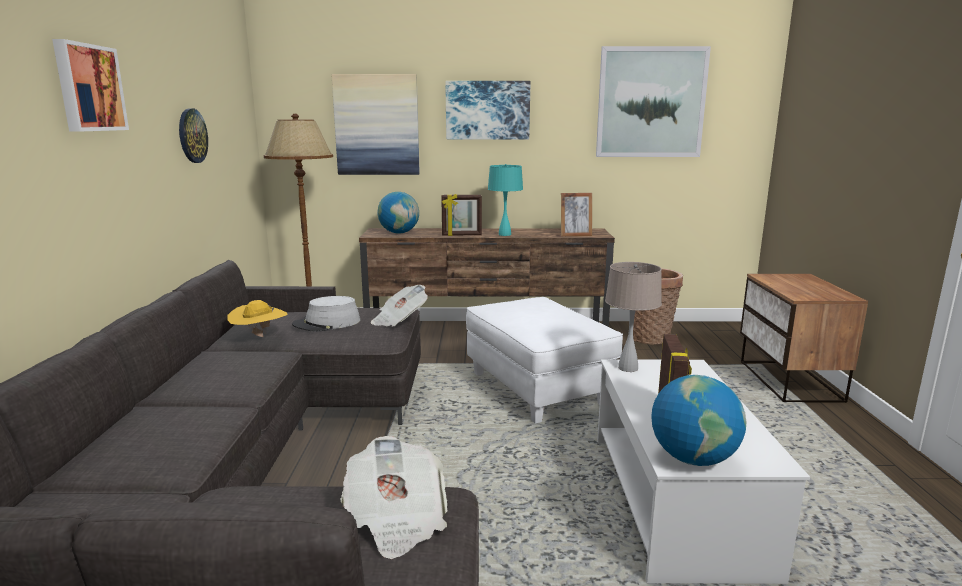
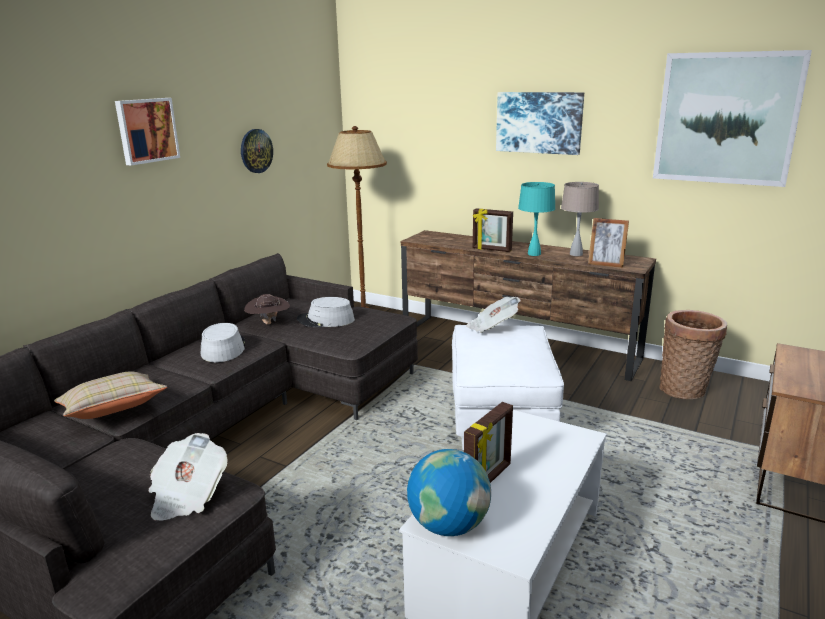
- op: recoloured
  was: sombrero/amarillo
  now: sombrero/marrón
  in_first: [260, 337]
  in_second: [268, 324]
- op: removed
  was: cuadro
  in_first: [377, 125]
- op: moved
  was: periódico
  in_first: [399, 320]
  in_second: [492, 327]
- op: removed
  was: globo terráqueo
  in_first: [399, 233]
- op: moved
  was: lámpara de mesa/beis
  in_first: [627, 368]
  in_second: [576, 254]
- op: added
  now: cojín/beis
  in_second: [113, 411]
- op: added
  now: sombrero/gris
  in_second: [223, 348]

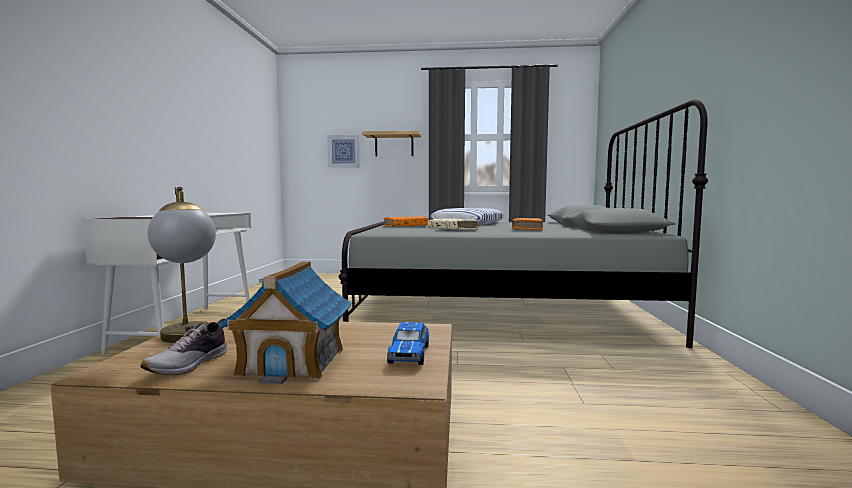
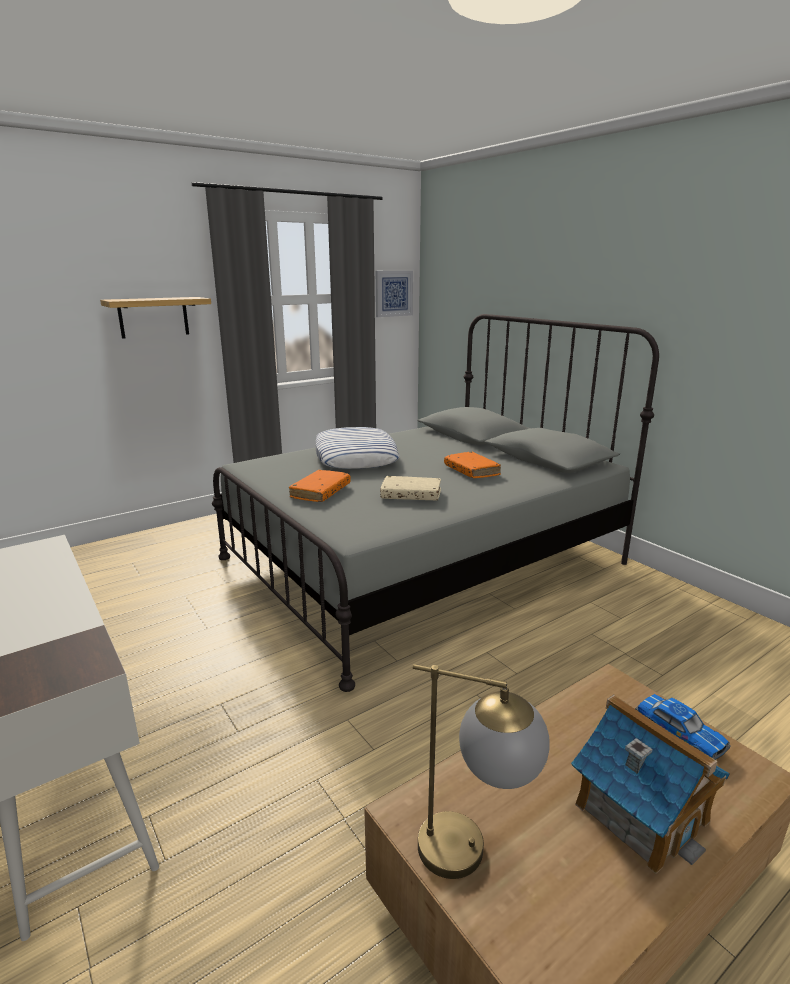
- op: removed
  was: zapato
  in_first: [190, 364]
- op: moved
  was: cuadro
  in_first: [343, 151]
  in_second: [393, 293]

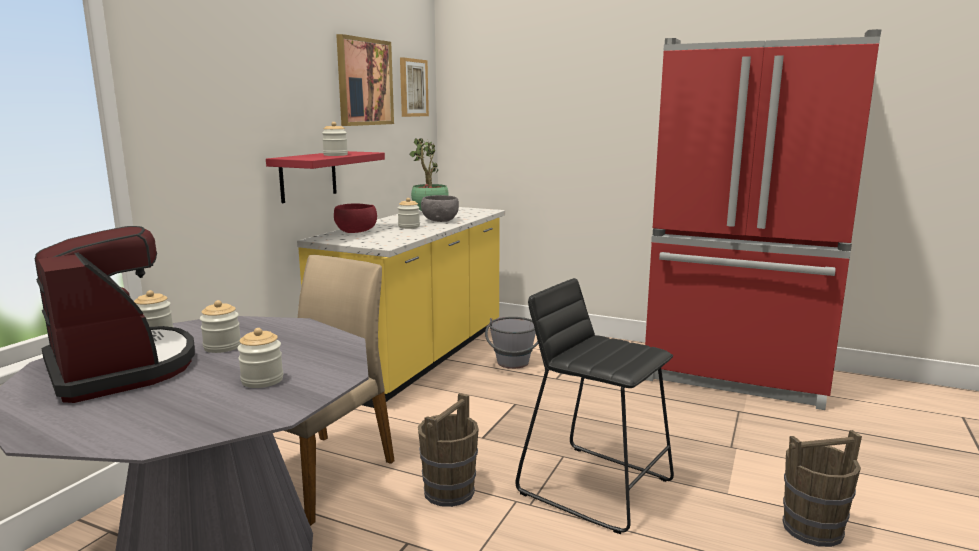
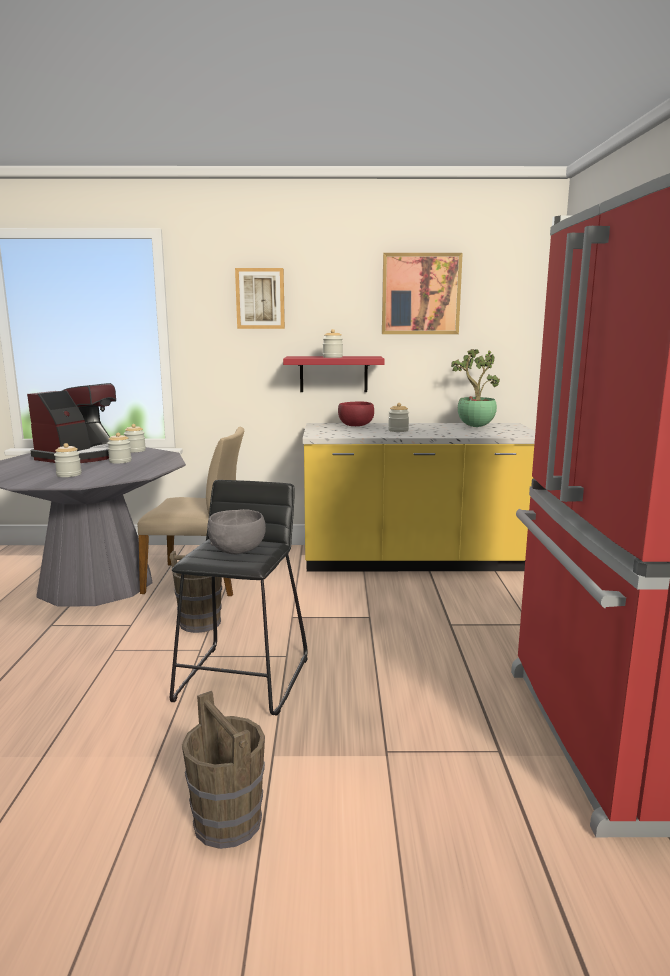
- op: moved
  was: cuadro
  in_first: [413, 88]
  in_second: [260, 298]
- op: moved
  was: cuenco/gris
  in_first: [440, 221]
  in_second: [238, 550]
- op: removed
  was: cubo/gris
  in_first: [513, 365]

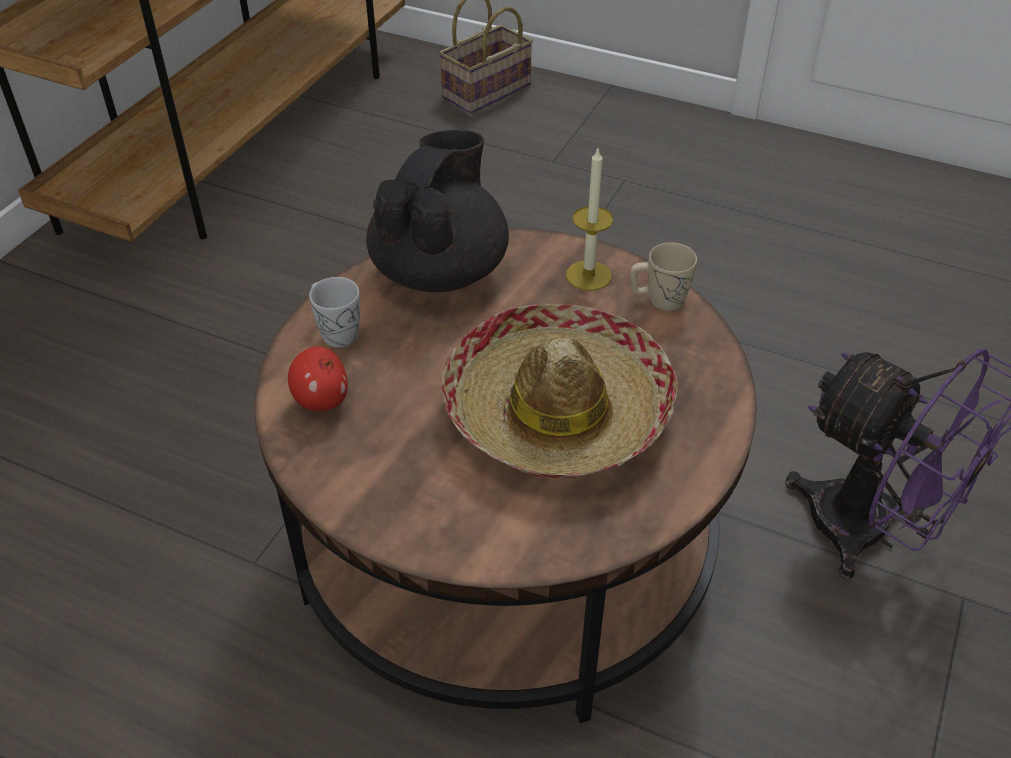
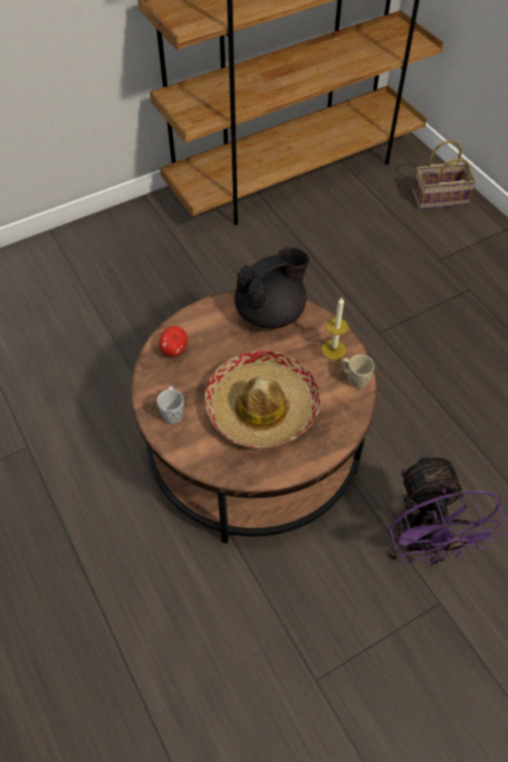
- op: moved
  was: taza grande/blanco
  in_first: [335, 331]
  in_second: [172, 412]

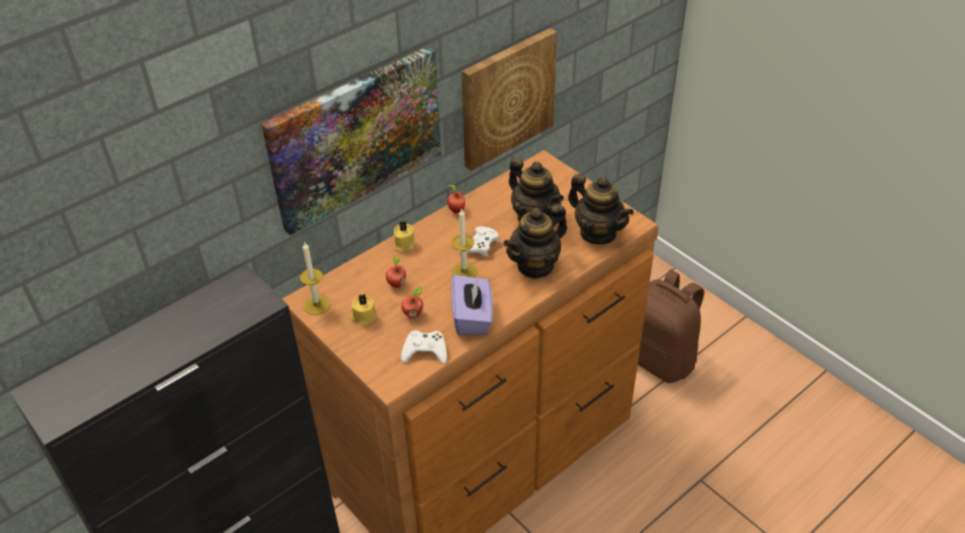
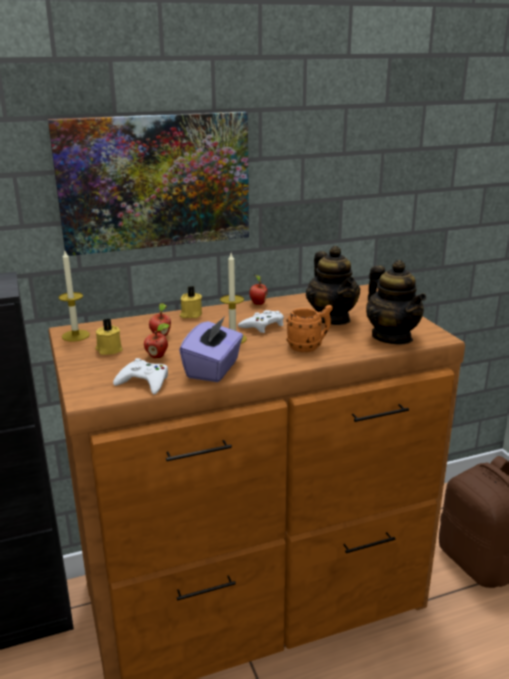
- op: removed
  was: cuadro
  in_first: [506, 97]
- op: replaced
  was: tetera
  now: taza grande/naranja
  in_first: [535, 265]
  in_second: [309, 347]

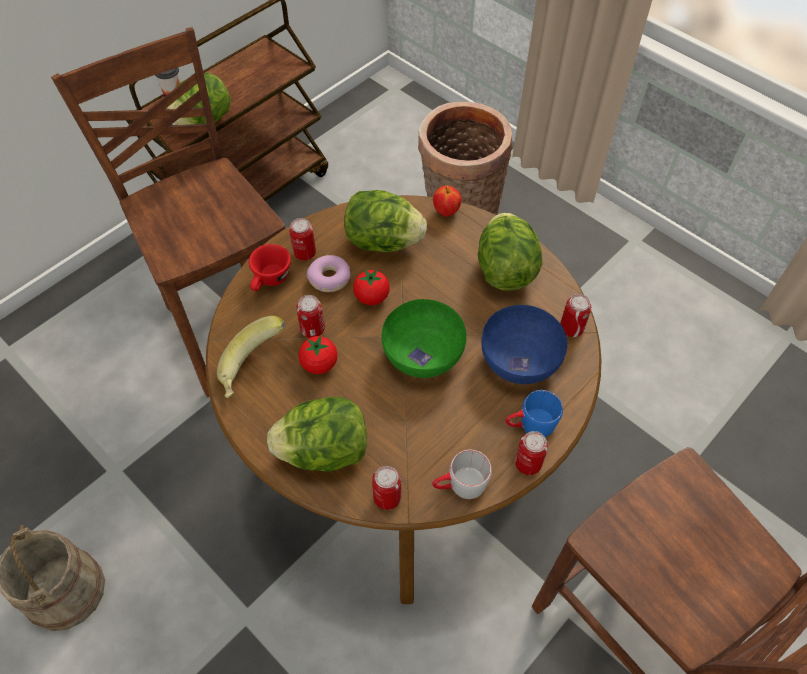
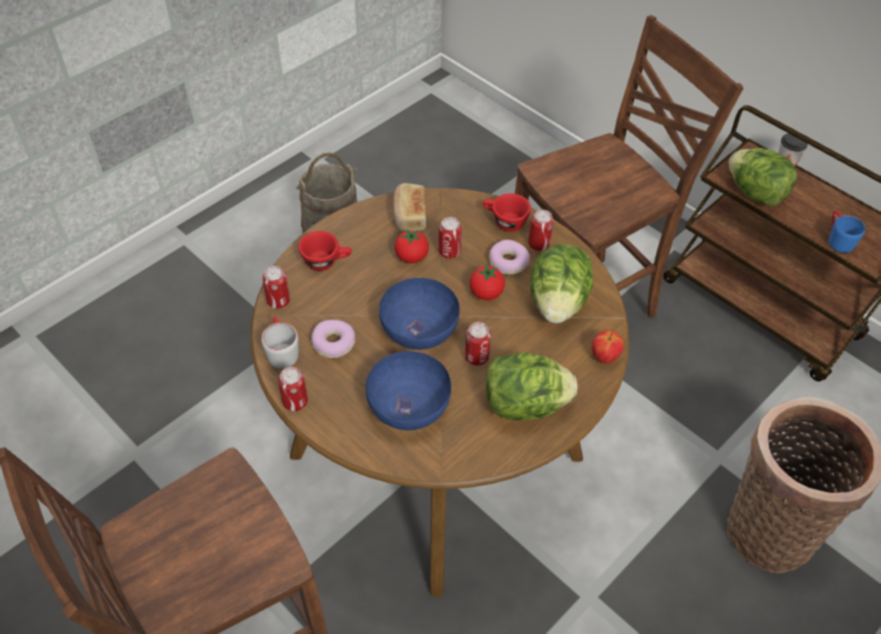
- op: replaced
  was: plátano
  now: pan
  in_first: [254, 369]
  in_second: [409, 216]
- op: replaced
  was: lechuga
  now: taza/rojo
  in_first: [324, 451]
  in_second: [326, 261]
- op: recoloured
  was: cuenco/verde
  now: cuenco/azul
  in_first: [424, 354]
  in_second: [418, 331]
- op: moved
  was: taza grande/azul
  in_first: [530, 425]
  in_second: [837, 239]
- op: moved
  was: lata
  in_first: [571, 328]
  in_second: [476, 357]
- op: added
  now: rosquilla
  in_second: [333, 344]

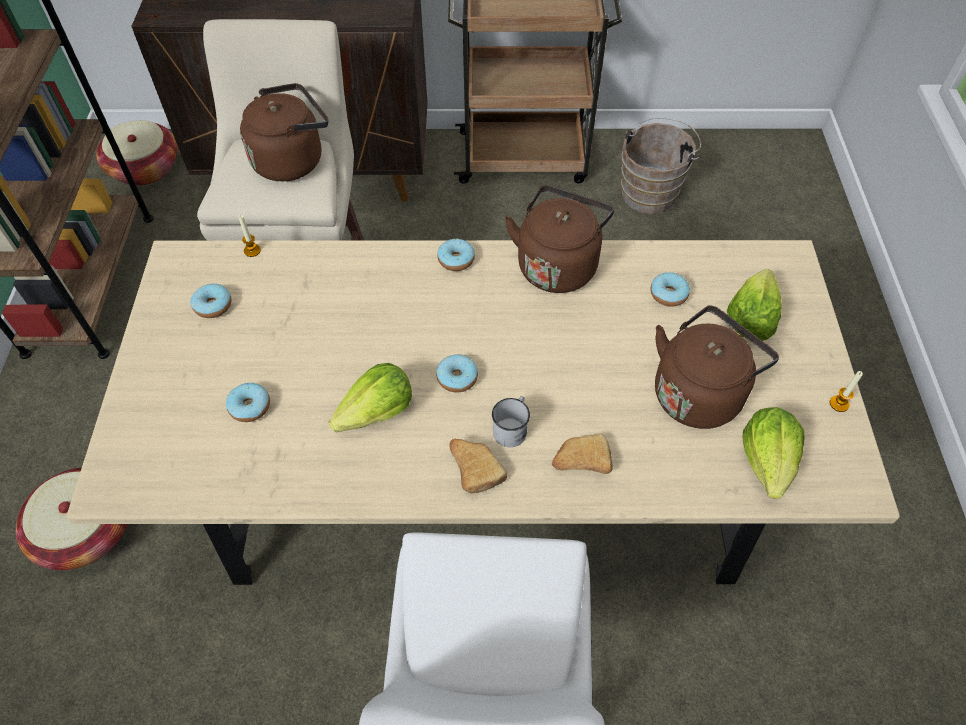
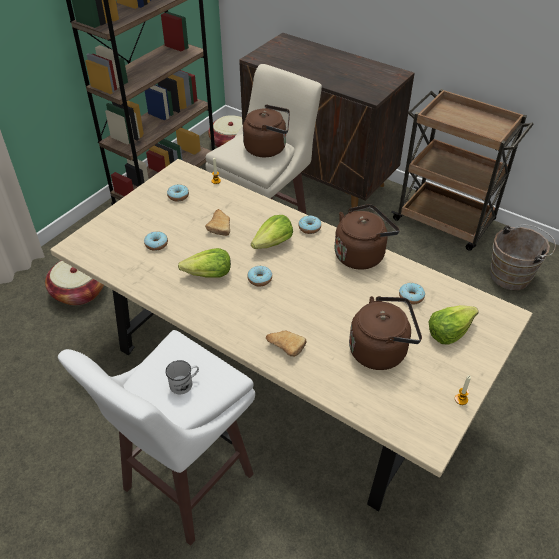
- op: moved
  was: pan
  in_first: [474, 468]
  in_second: [220, 226]
- op: moved
  was: taza grande/blanco
  in_first: [512, 428]
  in_second: [184, 383]
- op: moved
  was: lechuga
  in_first: [768, 461]
  in_second: [273, 243]

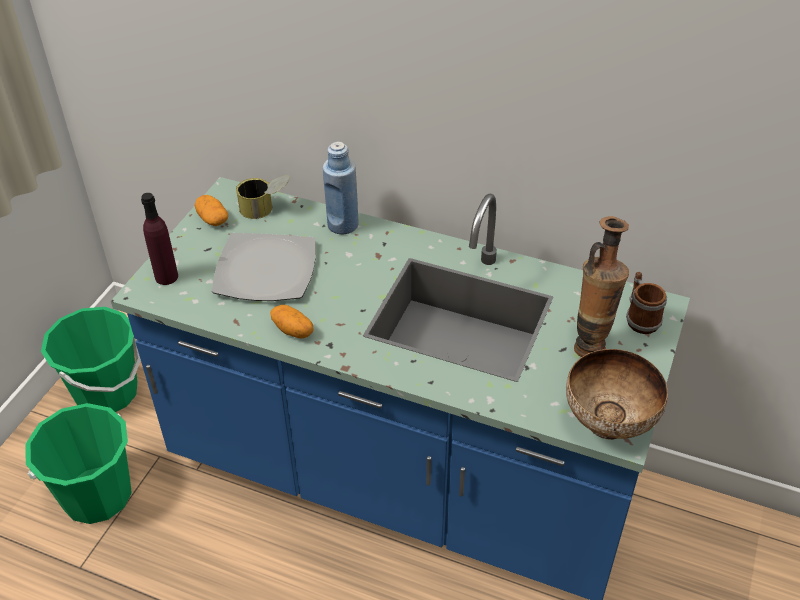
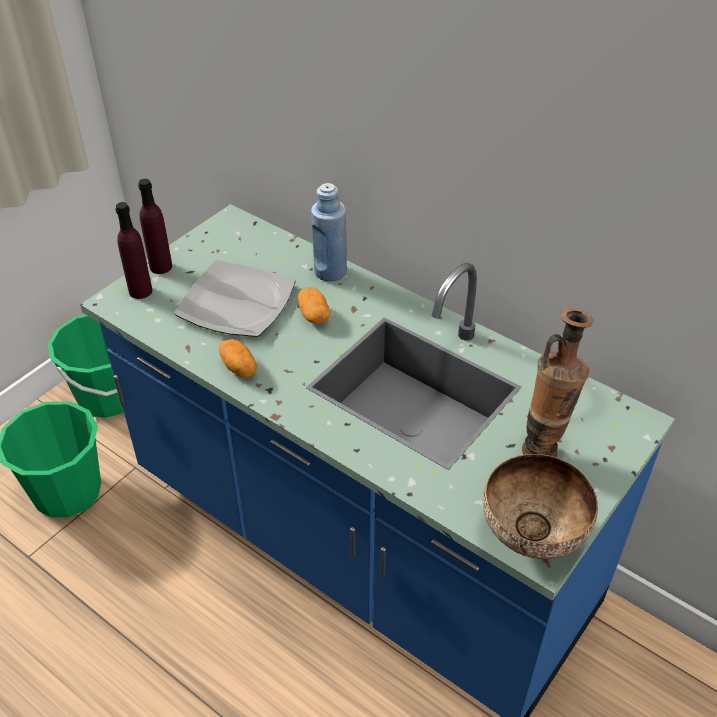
- op: moved
  was: patata
  in_first: [212, 219]
  in_second: [314, 315]
- op: removed
  was: lata
  in_first: [266, 209]
- op: removed
  was: taza grande
  in_first: [640, 318]
- op: added
  now: botella/morado
  in_second: [161, 267]

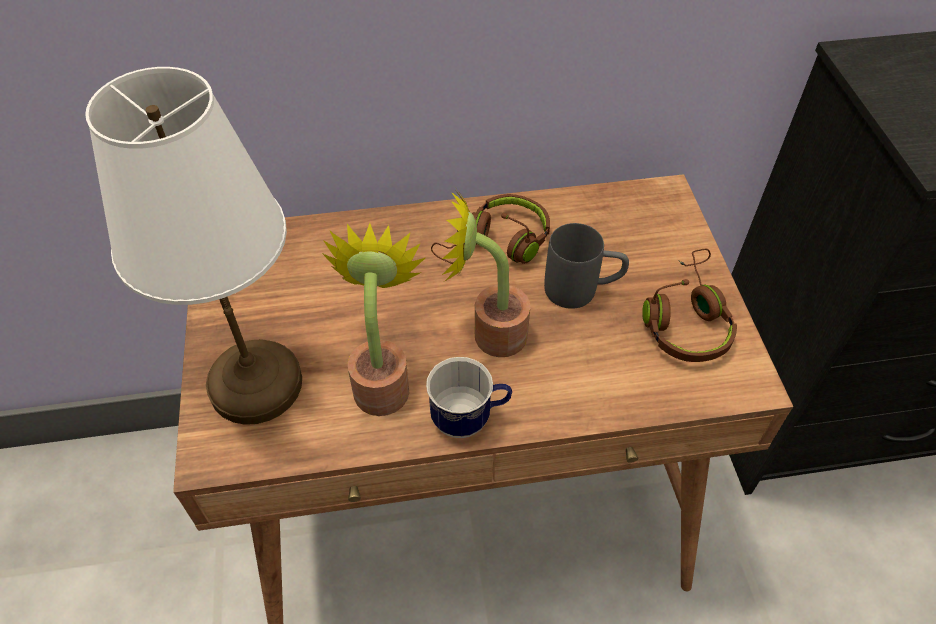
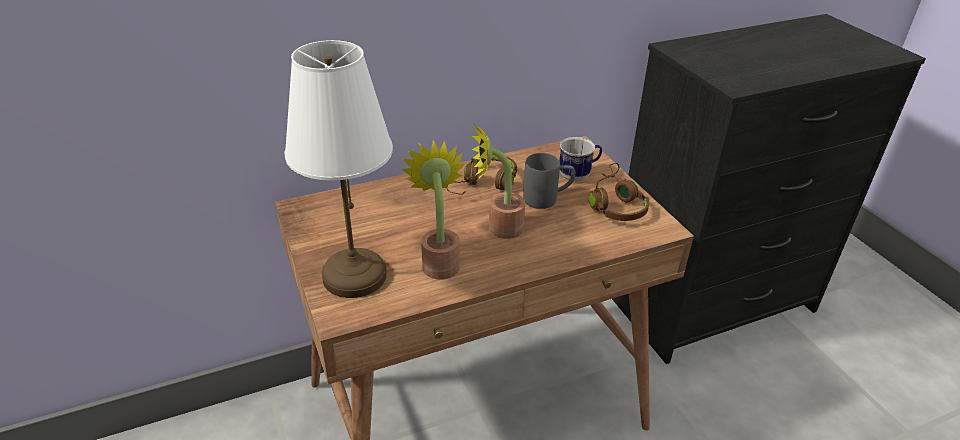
- op: moved
  was: taza grande
  in_first: [469, 419]
  in_second: [578, 175]

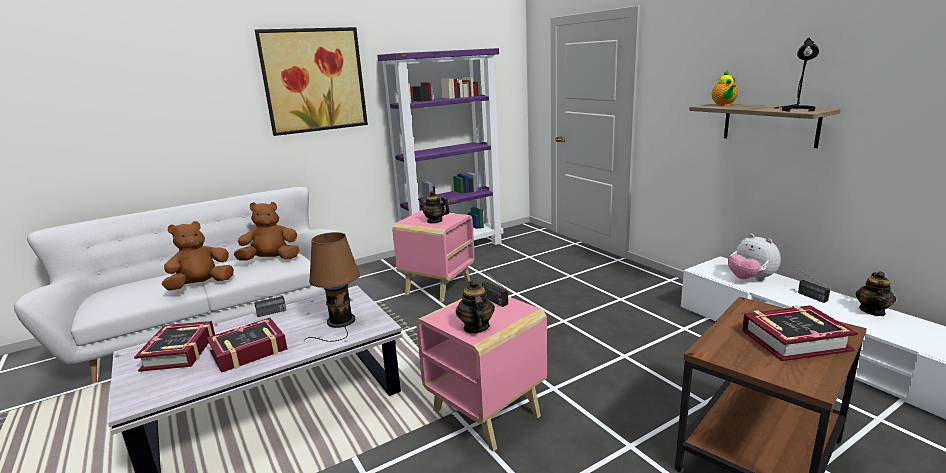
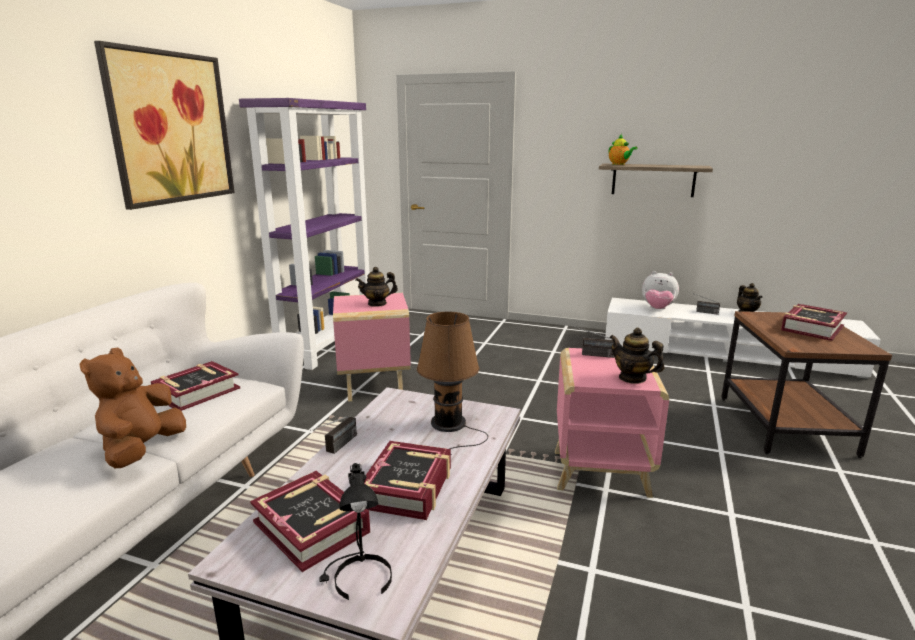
- op: replaced
  was: peluche/marrón
  now: libro
  in_first: [271, 260]
  in_second: [197, 392]
- op: moved
  was: lámpara de mesa/negro
  in_first: [795, 110]
  in_second: [359, 580]

